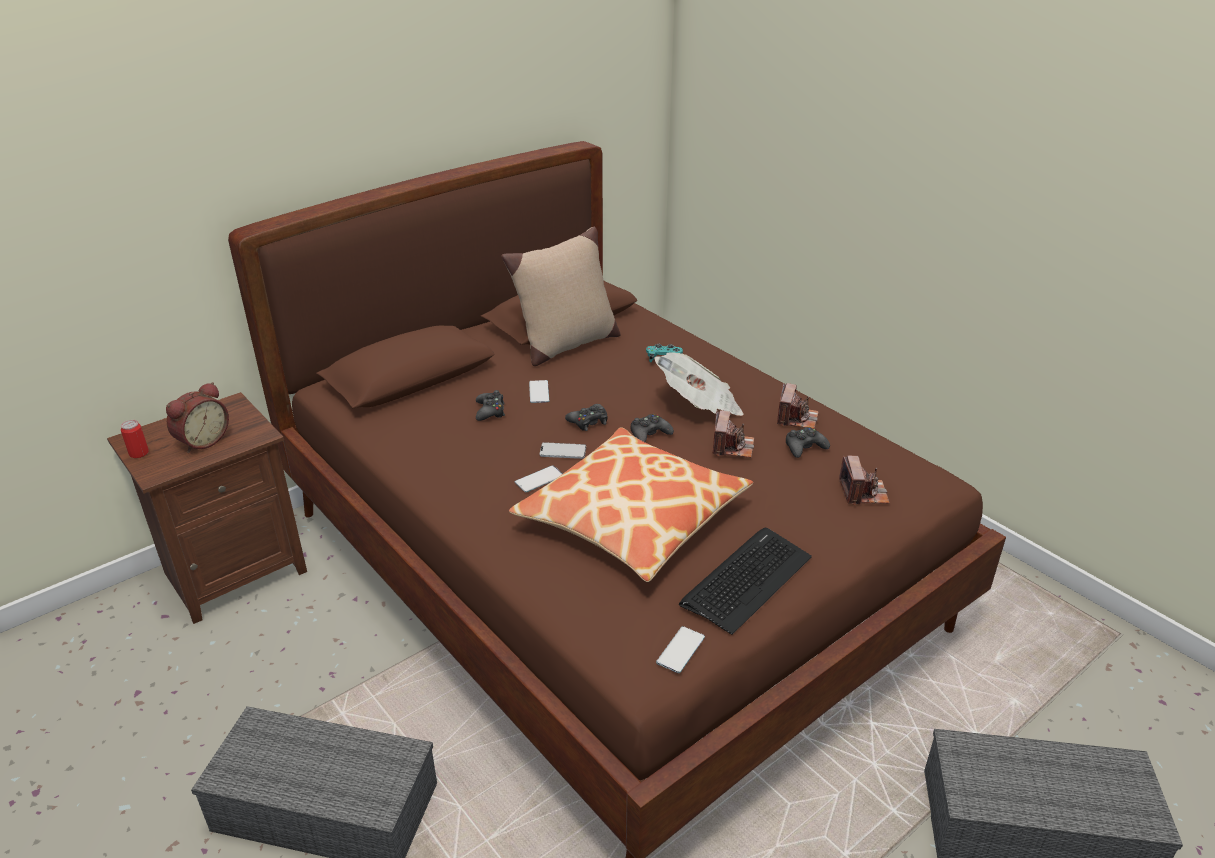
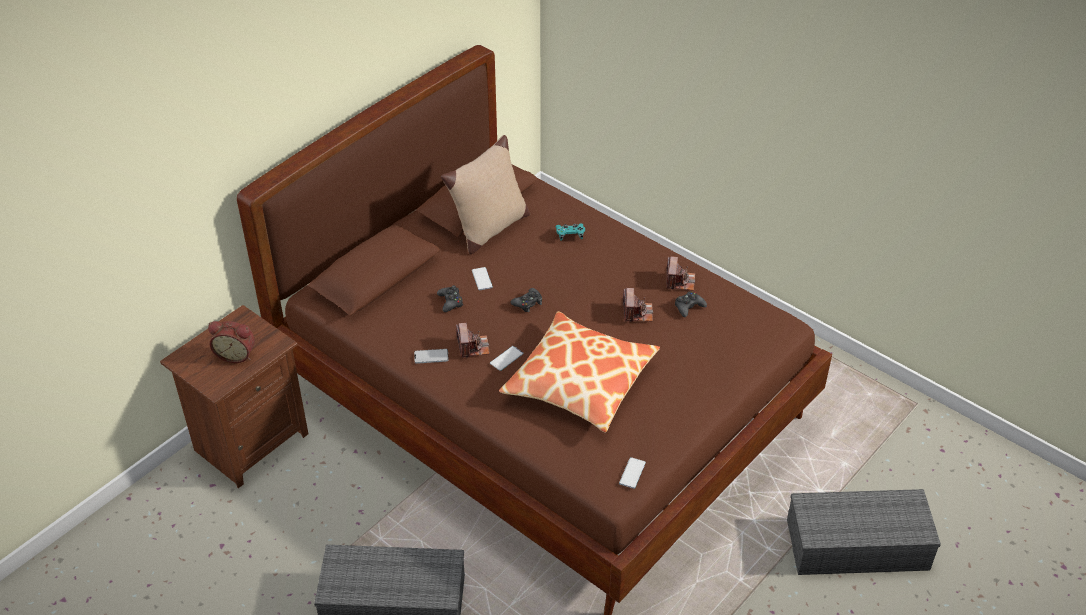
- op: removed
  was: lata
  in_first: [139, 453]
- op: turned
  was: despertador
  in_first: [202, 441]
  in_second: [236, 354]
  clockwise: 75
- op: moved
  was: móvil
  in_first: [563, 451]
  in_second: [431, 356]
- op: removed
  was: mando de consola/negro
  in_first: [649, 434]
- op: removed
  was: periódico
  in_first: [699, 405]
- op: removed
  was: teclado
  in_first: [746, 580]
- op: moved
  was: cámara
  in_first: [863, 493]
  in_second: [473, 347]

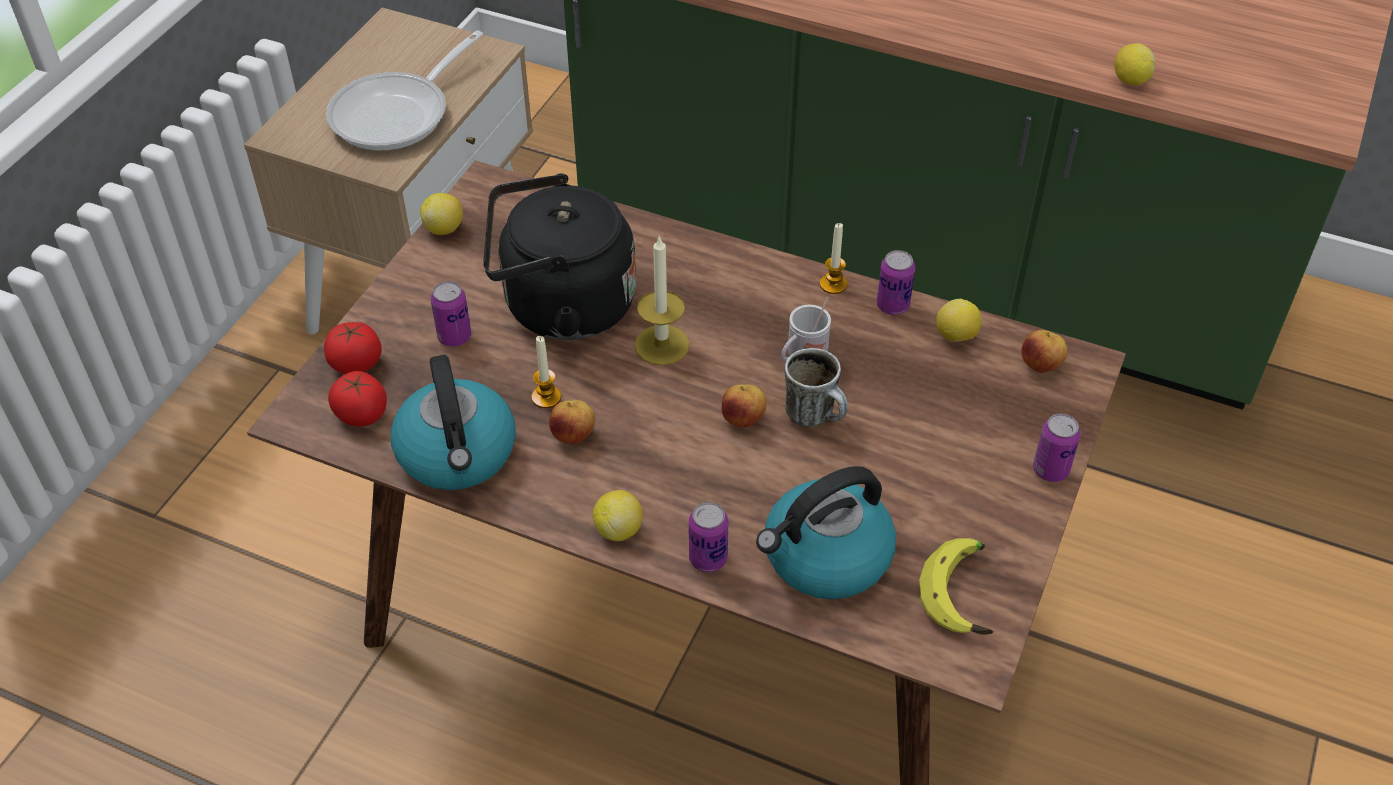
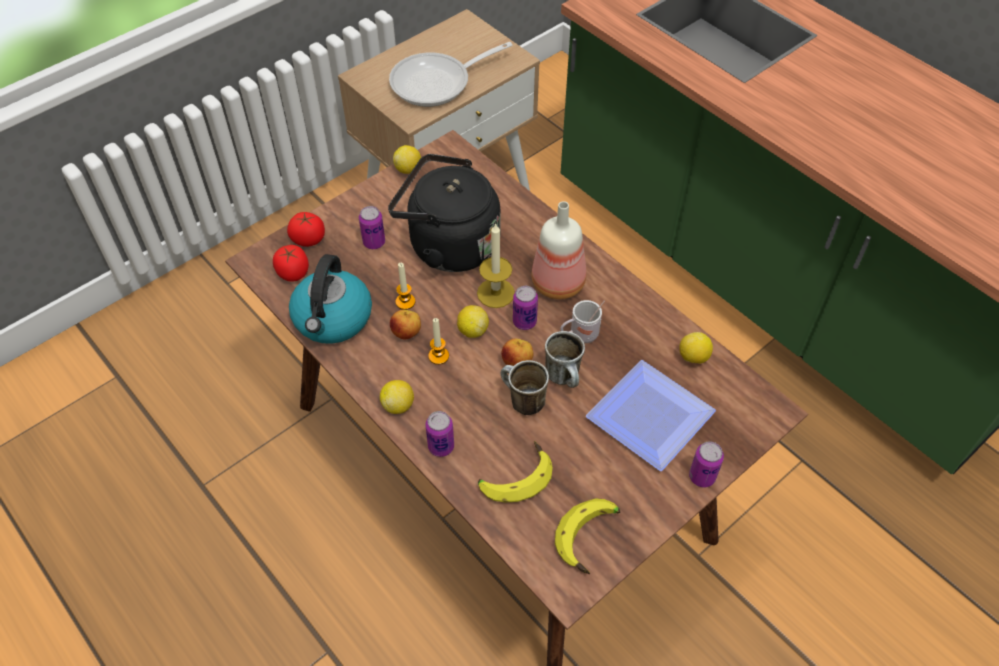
- op: replaced
  was: hervidor
  now: plátano
  in_first: [825, 557]
  in_second: [514, 476]
- op: moved
  was: vela
  in_first: [833, 284]
  in_second: [438, 356]
- op: moved
  was: lata
  in_first: [892, 305]
  in_second: [524, 322]
- op: removed
  was: manzana
  in_first: [1041, 366]
- op: moved
  was: limón
  in_first: [1130, 80]
  in_second: [472, 330]
- op: added
  now: taza grande
  in_second: [521, 401]
- op: added
  now: botella
  in_second: [559, 282]
- op: added
  now: plato
  in_second: [649, 413]

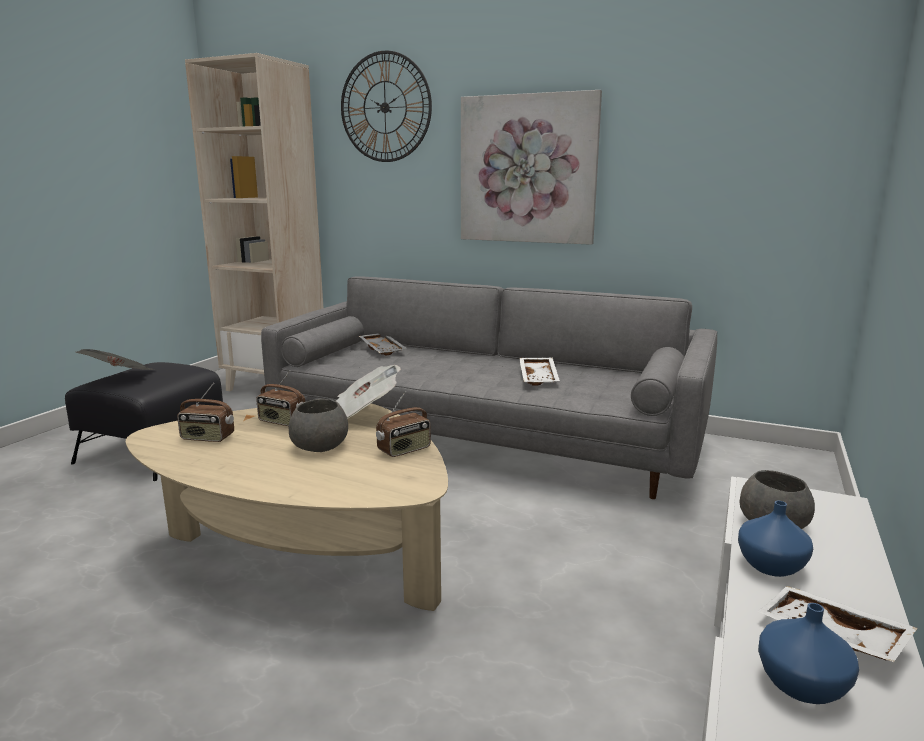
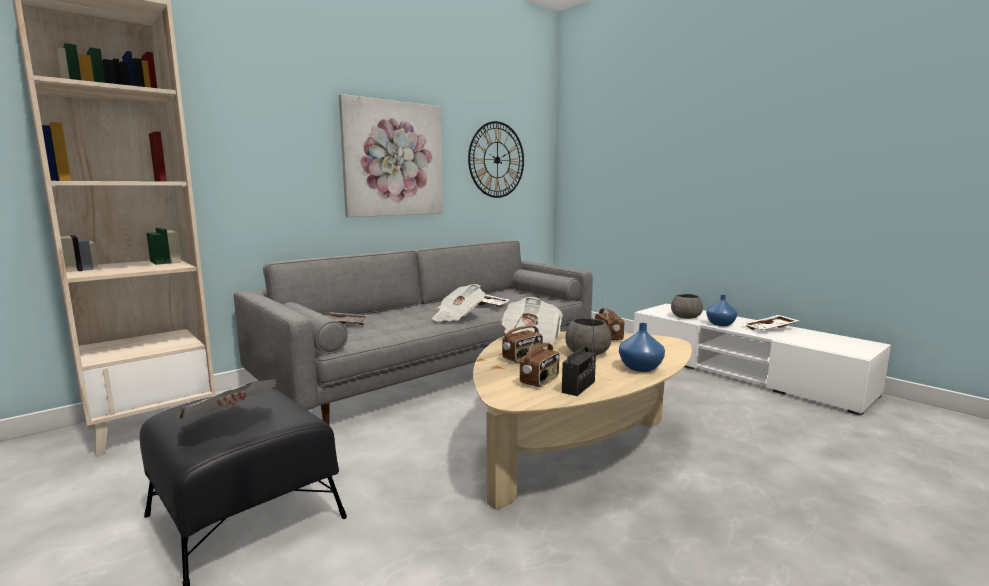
- op: moved
  was: reloj de pared
  in_first: [385, 107]
  in_second: [497, 160]
- op: moved
  was: florero/azul
  in_first: [803, 685]
  in_second: [640, 367]
- op: added
  now: periódico
  in_second: [458, 317]
- op: added
  now: radio
  in_second: [578, 387]

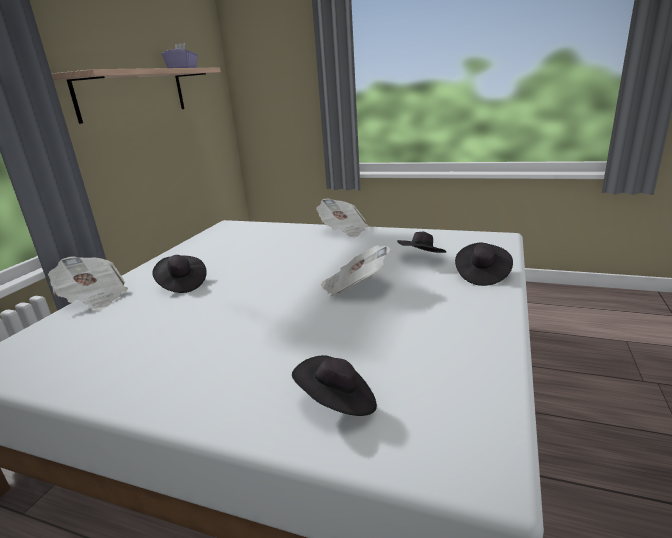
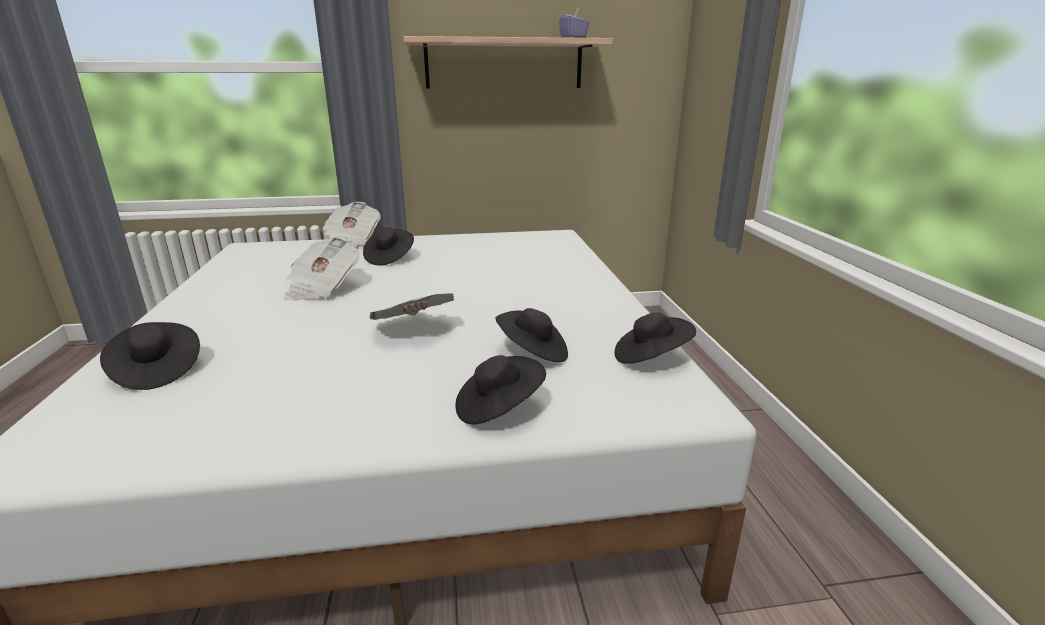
- op: moved
  was: periódico
  in_first: [343, 230]
  in_second: [322, 288]
- op: added
  now: sombrero/negro
  in_second: [650, 357]

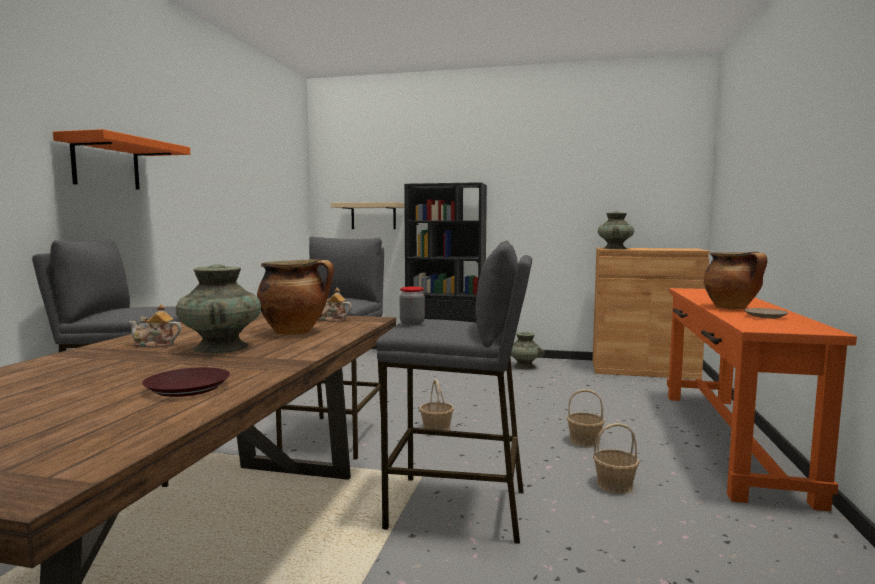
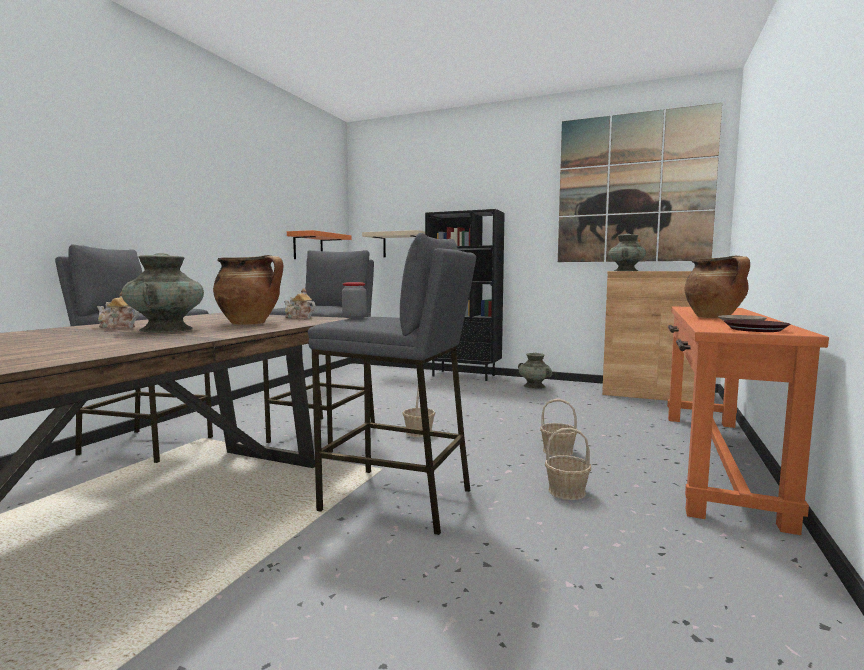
- op: moved
  was: estante/naranja
  in_first: [106, 164]
  in_second: [308, 246]
- op: moved
  was: plato/marrón
  in_first: [188, 388]
  in_second: [755, 330]
- op: added
  now: cuadro
  in_second: [633, 188]

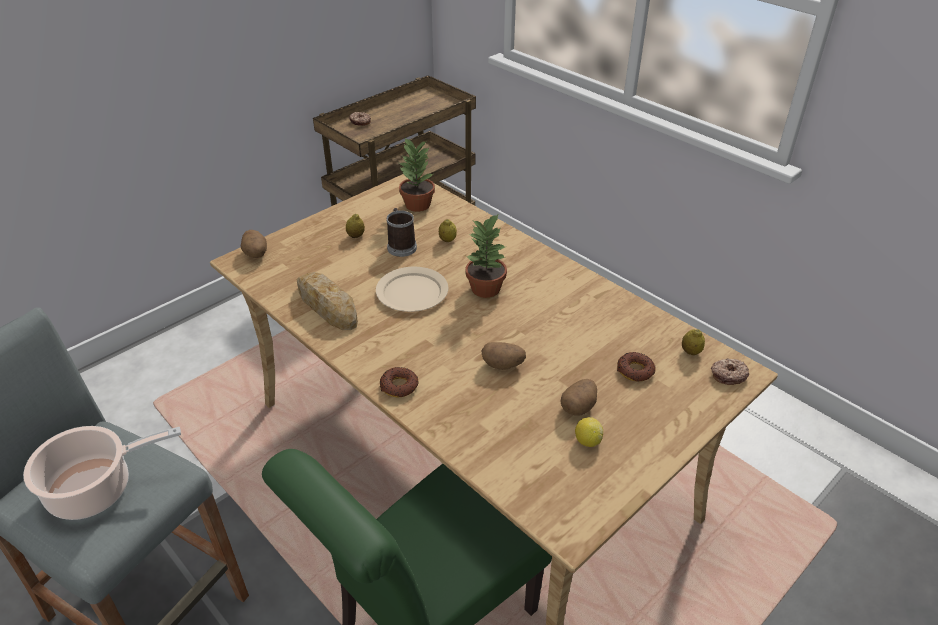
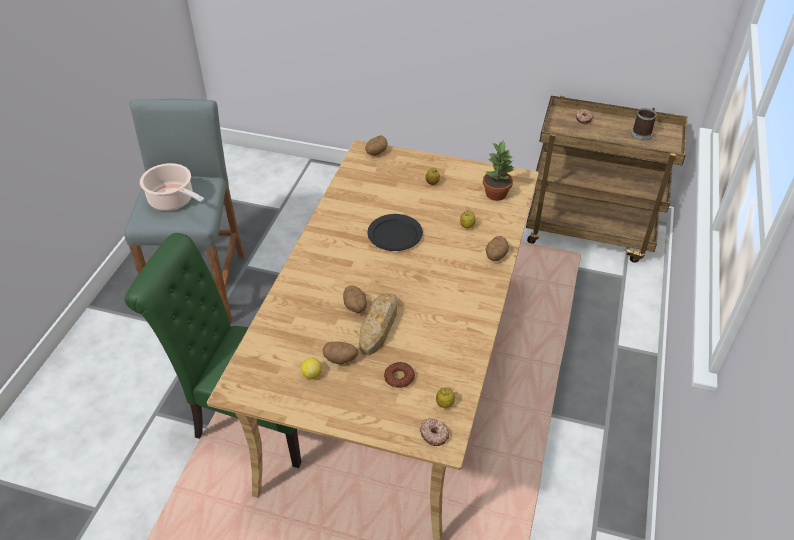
- op: moved
  was: pan
  in_first: [327, 305]
  in_second: [379, 326]
- op: recoloured
  was: plato/beis
  now: plato/negro
  in_first: [412, 292]
  in_second: [394, 235]
- op: removed
  was: rosquilla
  in_first: [399, 386]
- op: moved
  was: taza grande
  in_first: [401, 246]
  in_second: [642, 133]
- op: removed
  was: planta en maceta
  in_first: [486, 289]
- op: added
  now: patata
  in_second: [495, 256]

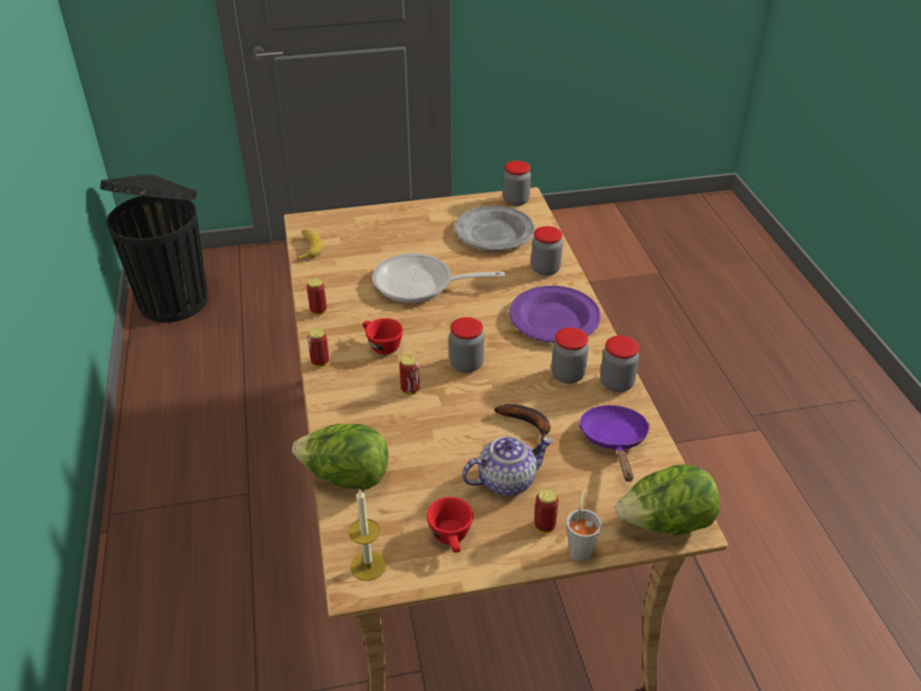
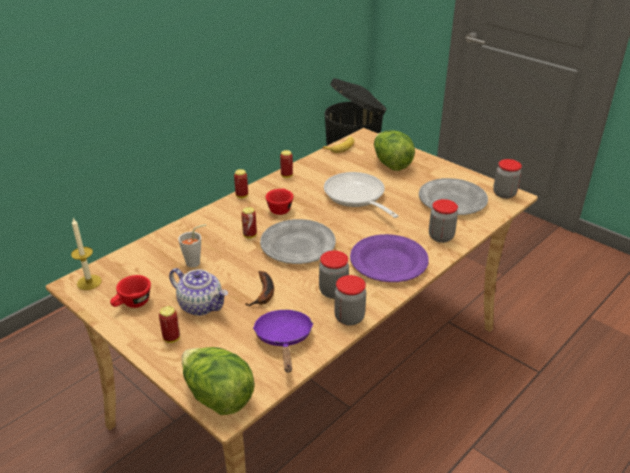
- op: moved
  was: lechuga
  in_first: [345, 477]
  in_second: [391, 164]
- op: replaced
  was: tarro
  now: plato/gris
  in_first: [466, 364]
  in_second: [297, 245]
- op: moved
  was: taza/gris
  in_first: [580, 548]
  in_second: [196, 262]
- op: turned
  was: sartén/morado
  in_first: [614, 441]
  in_second: [284, 339]
  clockwise: -60

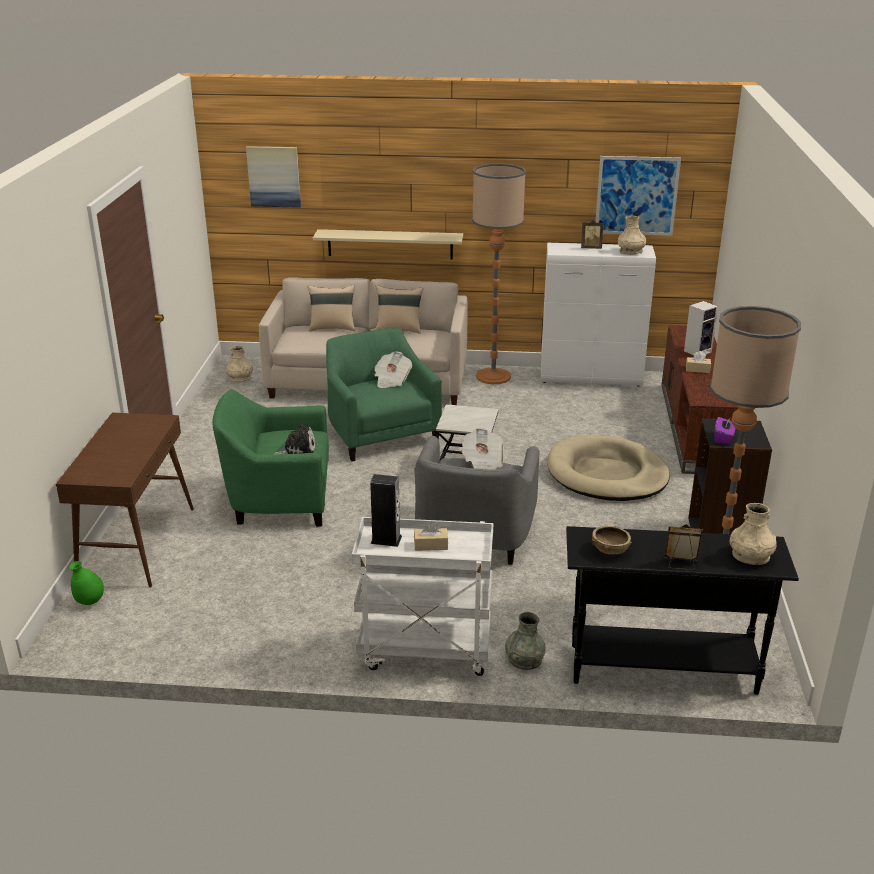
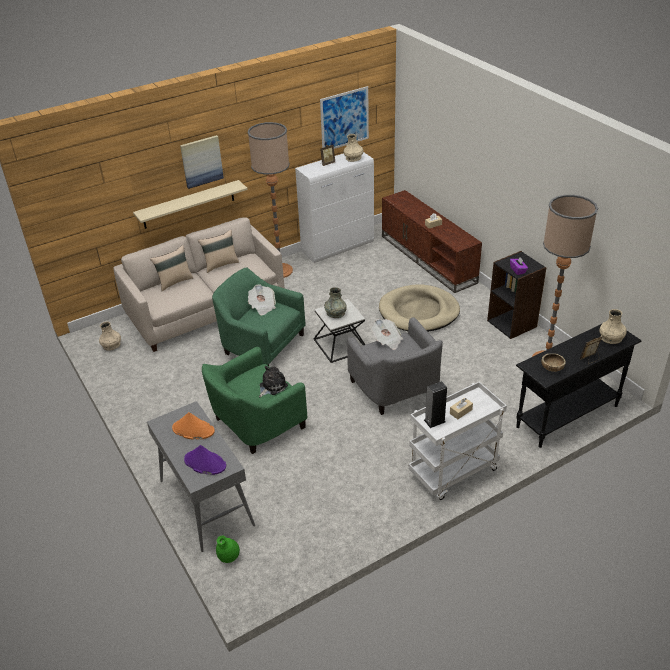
- op: recoloured
  was: mesa consola/marrón
  now: mesa consola/gris
  in_first: [137, 544]
  in_second: [205, 502]
- op: moved
  was: cuadro
  in_first: [274, 176]
  in_second: [201, 161]
- op: moved
  was: florero/gris
  in_first: [524, 659]
  in_second: [335, 313]
- op: removed
  was: altavoz
  in_first: [698, 351]
- op: added
  now: sombrero/naranja
  in_second: [193, 430]
- op: added
  now: sombrero/morado
  in_second: [204, 463]

